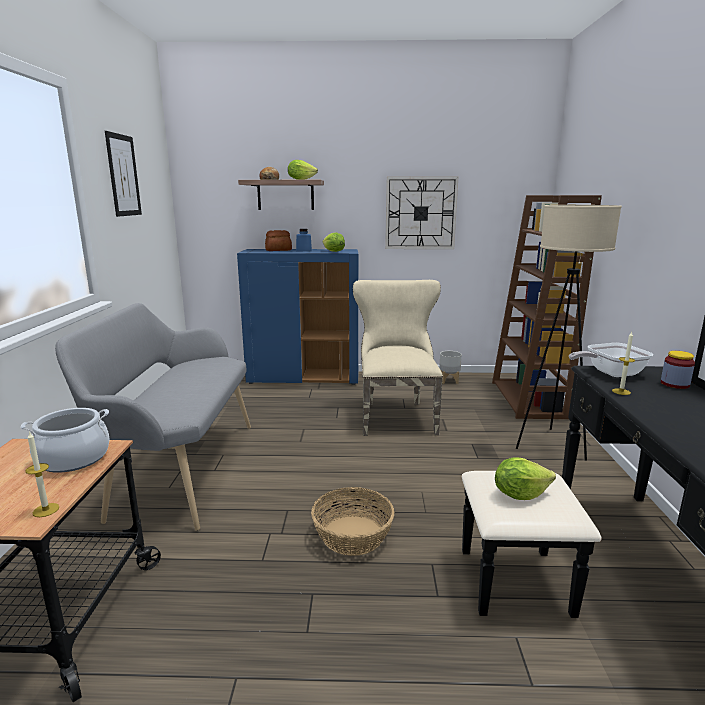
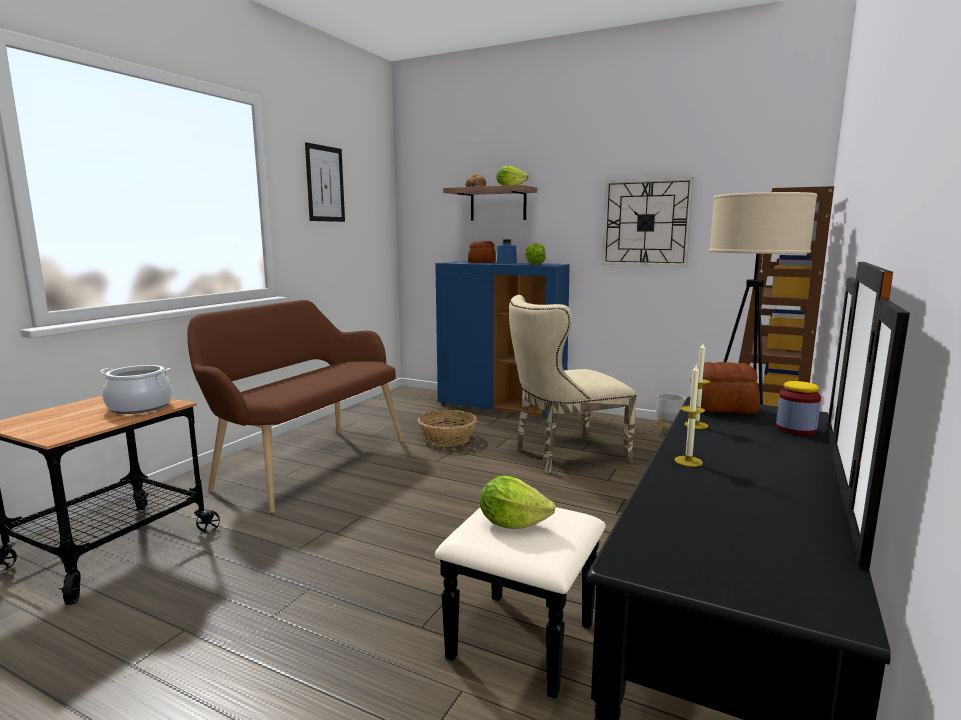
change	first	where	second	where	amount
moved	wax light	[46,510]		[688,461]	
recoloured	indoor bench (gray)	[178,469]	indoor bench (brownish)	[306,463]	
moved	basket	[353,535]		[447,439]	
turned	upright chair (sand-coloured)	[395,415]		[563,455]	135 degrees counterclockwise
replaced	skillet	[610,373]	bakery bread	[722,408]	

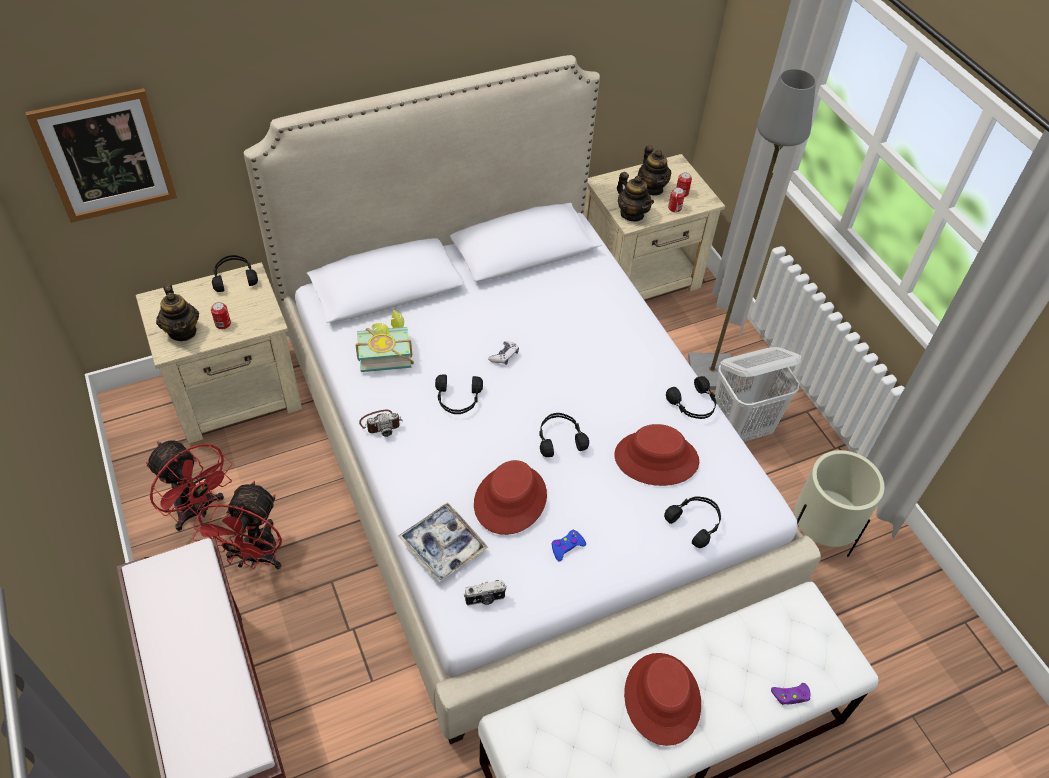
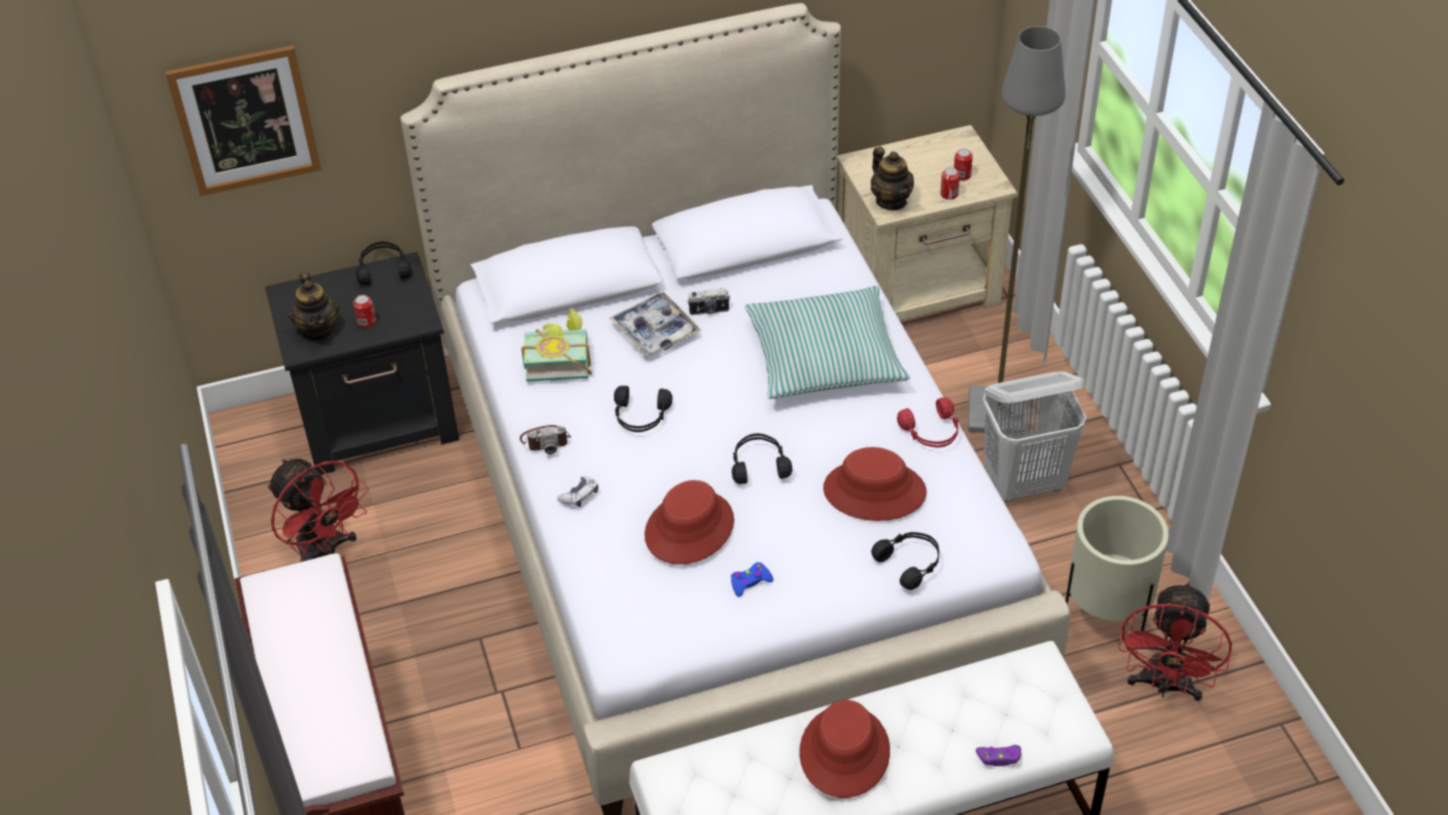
change	first	where	second	where	amount
recoloured	bedside table (sand-coloured)	[237,394]	bedside table (black)	[380,419]	
moved	cooling fan (reddish)	[255,558]		[1164,686]	
moved	serving tray	[443,546]		[655,331]	
moved	photo camera	[485,599]		[709,311]	
moved	gamepad	[504,356]		[579,496]	
removed	teapot	[652,188]			
recoloured	pair of headphones (black)	[693,405]	pair of headphones (reddish)	[932,432]	
added			throw pillow	[824,357]	

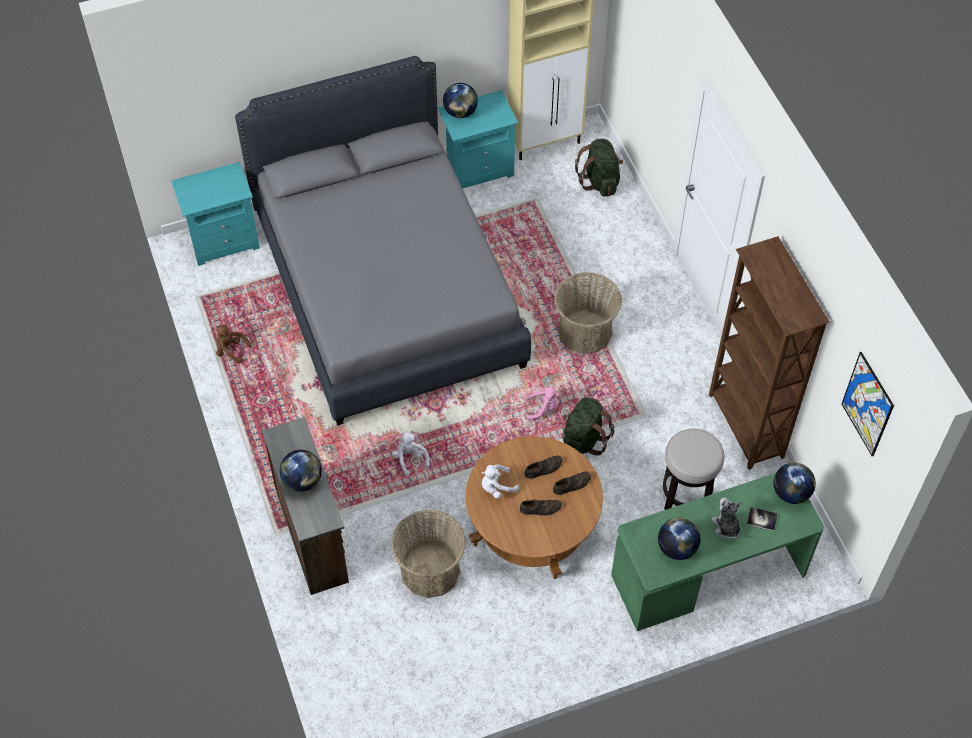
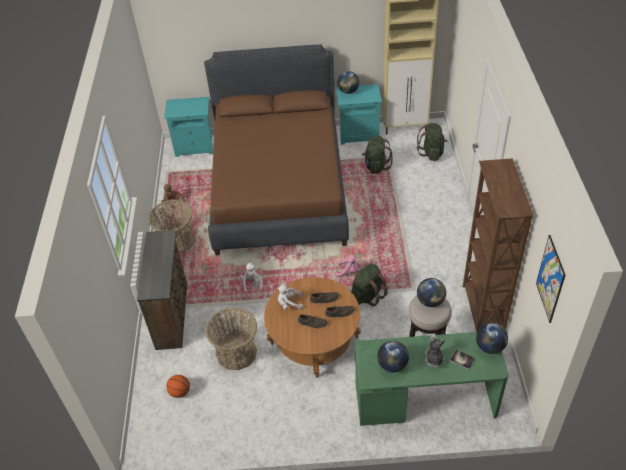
change	first	where	second	where	amount
recoloured	bed (gray)	[388,289]	bed (brownish)	[279,187]	
moved	desk globe	[302,481]		[430,301]	
moved	basket	[585,332]		[177,241]	
added			basketball	[179,392]	
added			rucksack (greenish)	[376,166]	

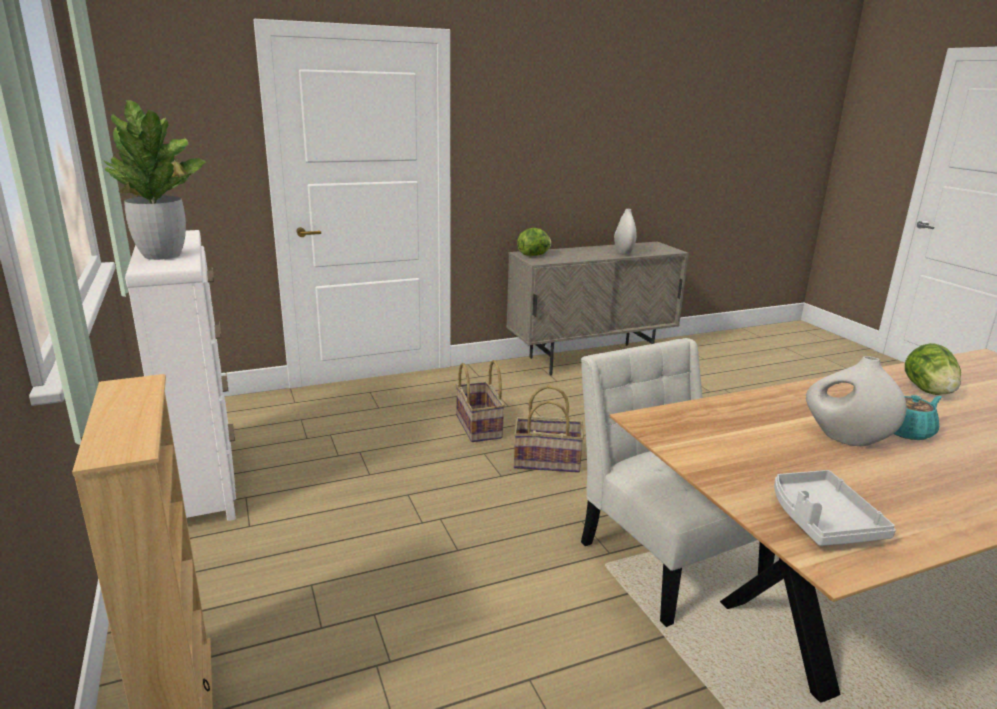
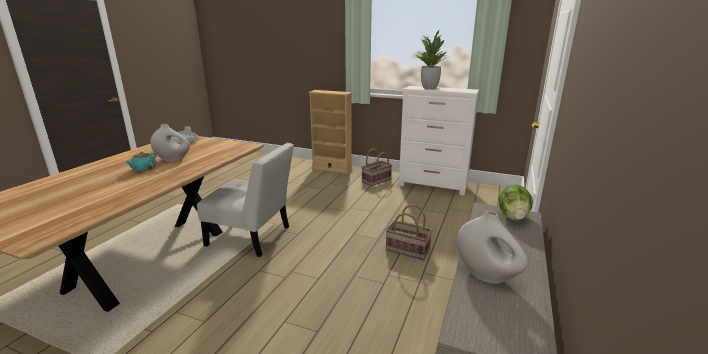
change	first	where	second	where	amount
moved	basket	[547,461]		[376,181]	
removed	lettuce	[928,391]			

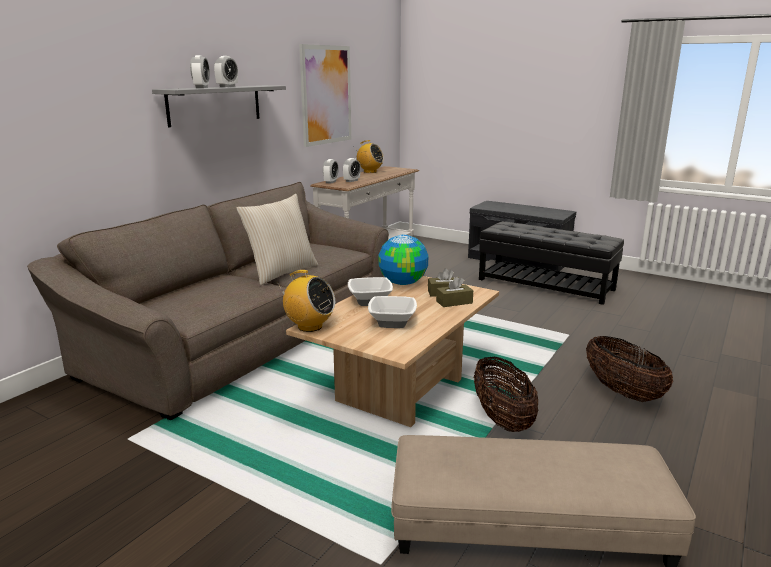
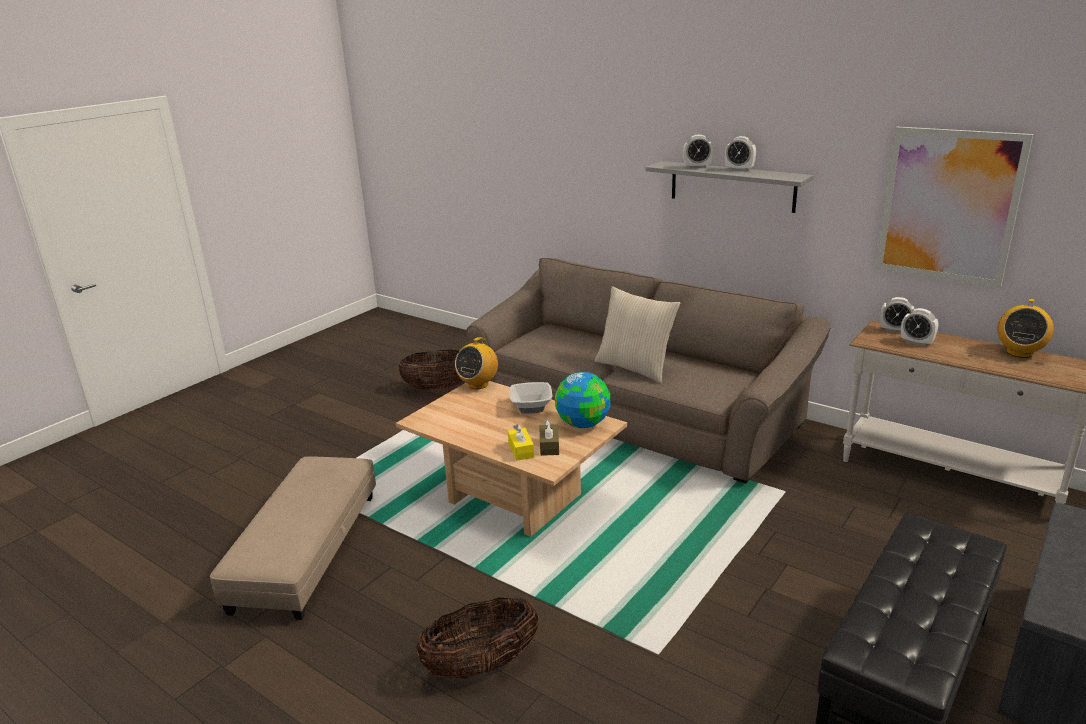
change	first	where	second	where	amount
removed	bowl	[392,322]			
recoloured	tissue holder (brownish)	[454,302]	tissue holder (yellowish)	[521,450]	
moved	basket	[502,419]		[437,387]	

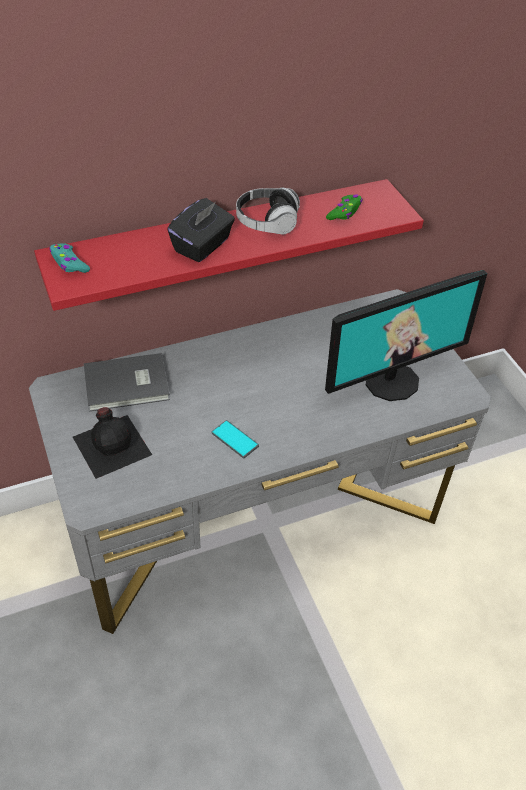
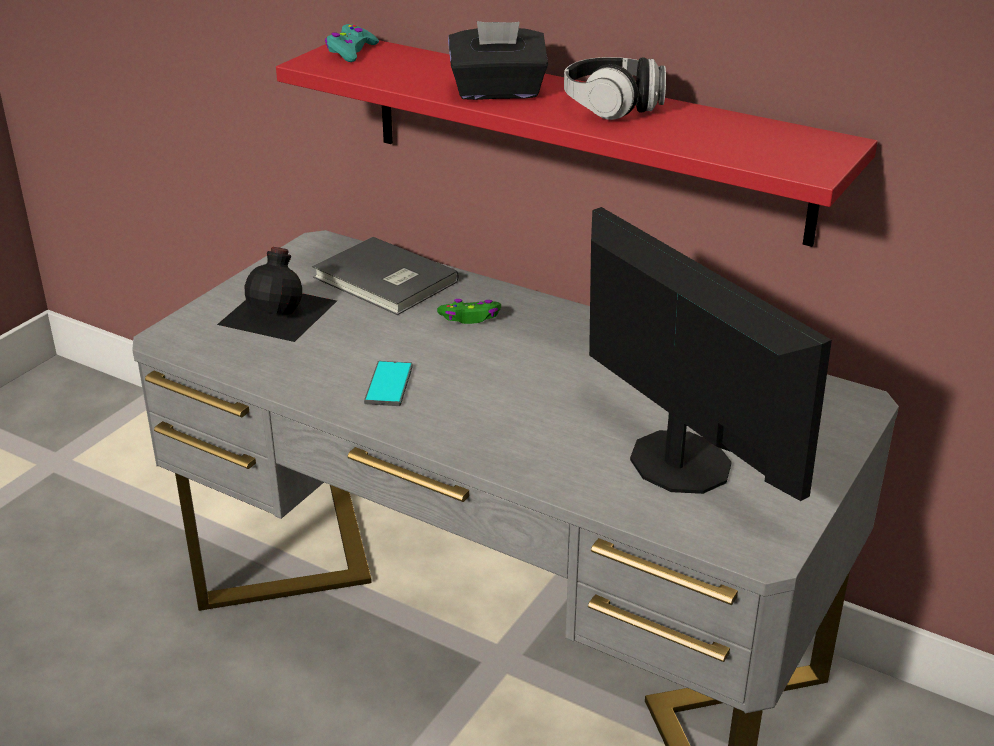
change	first	where	second	where	amount
turned	monitor	[391,381]		[678,463]	150 degrees counterclockwise
moved	gamepad (greenish)	[344,212]		[470,317]	

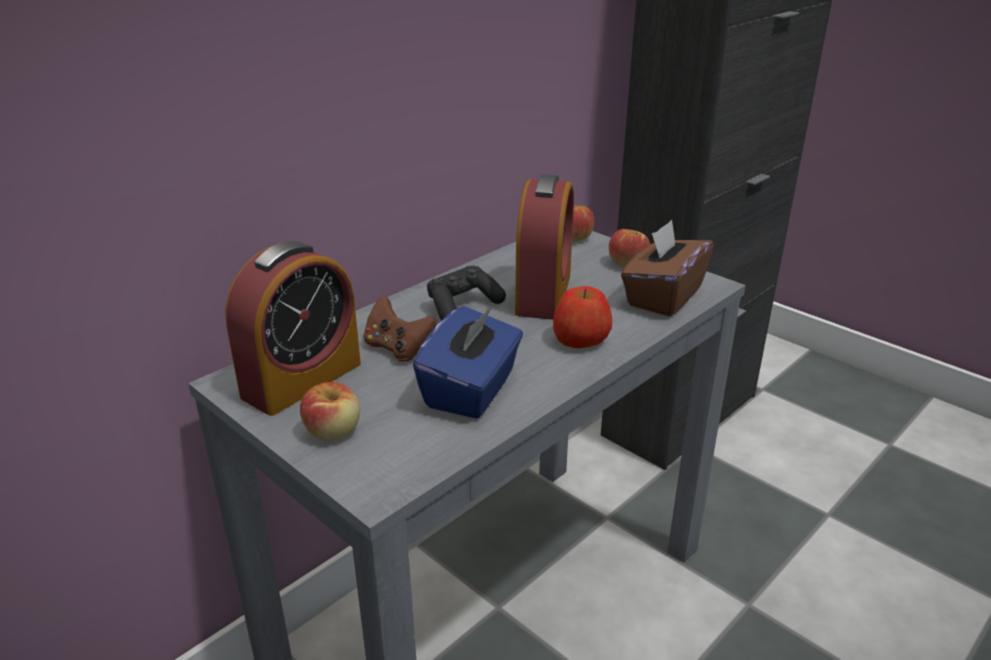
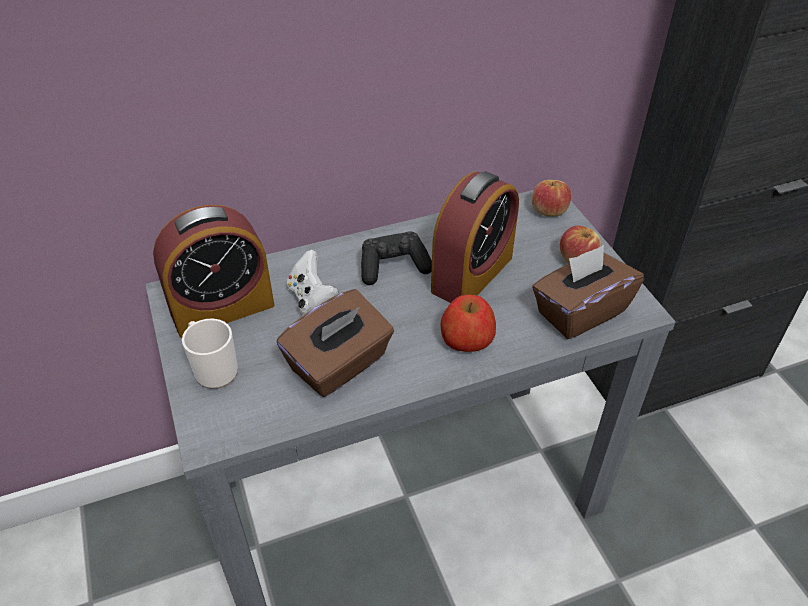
change	first	where	second	where	amount
replaced	whole apple	[333,431]	tea mug	[213,369]	
recoloured	gamepad (brownish)	[398,349]	gamepad (white)	[311,299]	
recoloured	tissue holder (bluish)	[472,390]	tissue holder (brownish)	[339,365]	

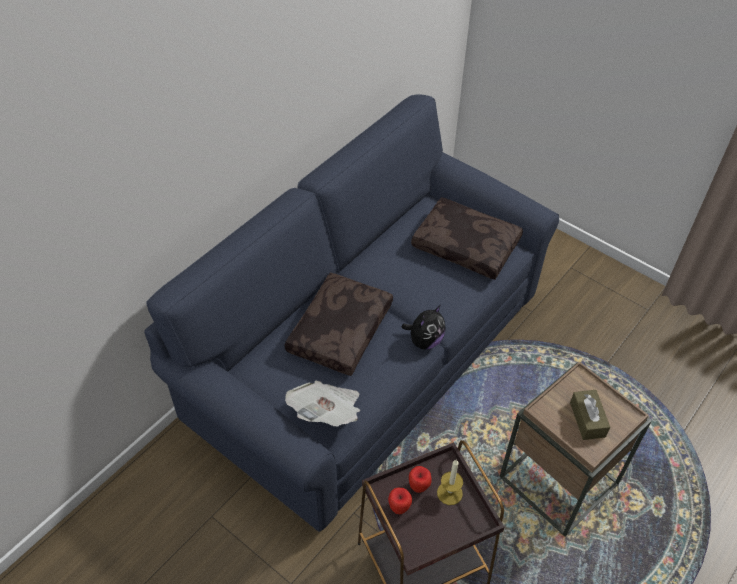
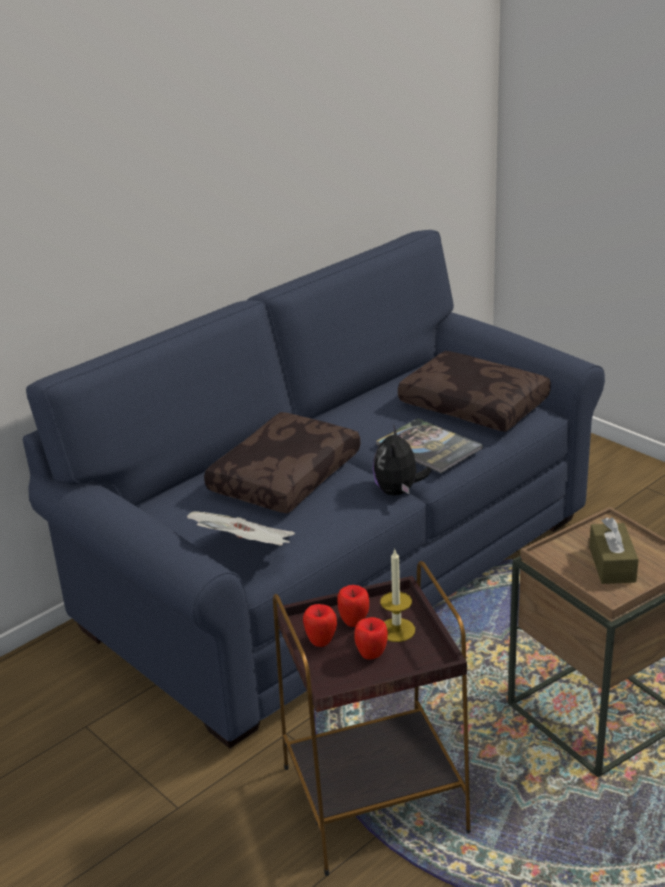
change	first	where	second	where	amount
turned	soft toy	[424,341]		[398,492]	135 degrees clockwise
added			whole apple	[371,655]	
added			bound book	[429,447]	

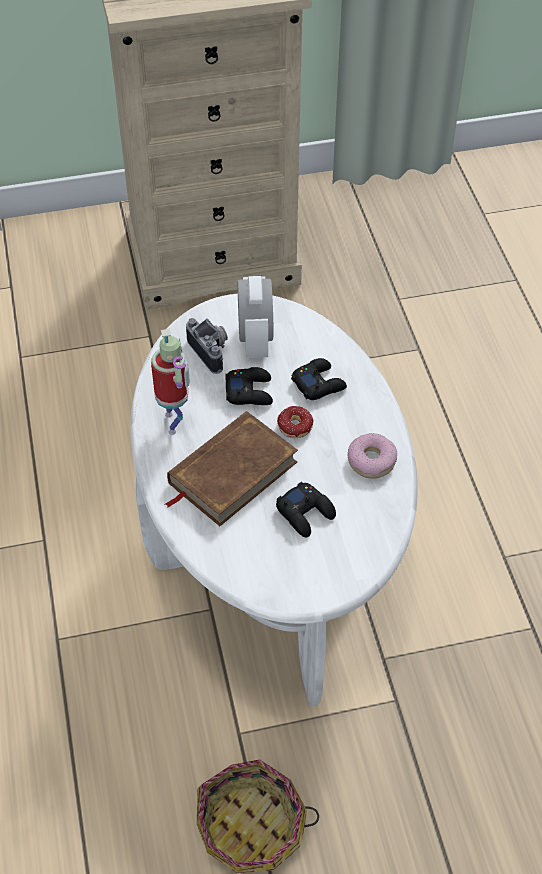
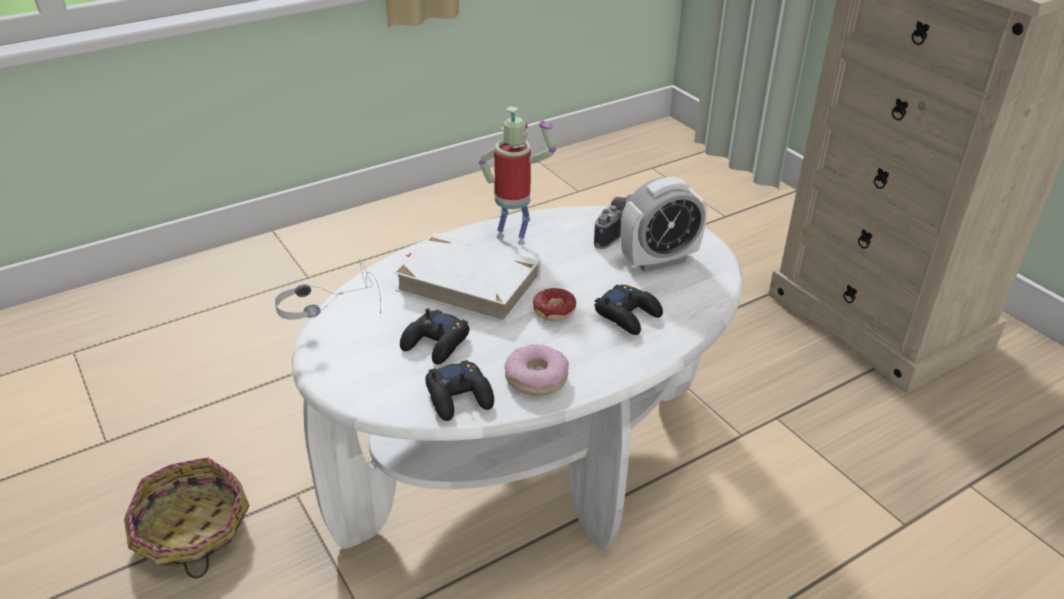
change	first	where	second	where	amount
turned	model robot	[175,423]		[514,237]	120 degrees counterclockwise
recoloured	bound book (brownish)	[232,472]	bound book (white)	[468,283]	
moved	gamepad (black)	[249,391]		[459,397]	
added			pair of headphones	[326,312]	

